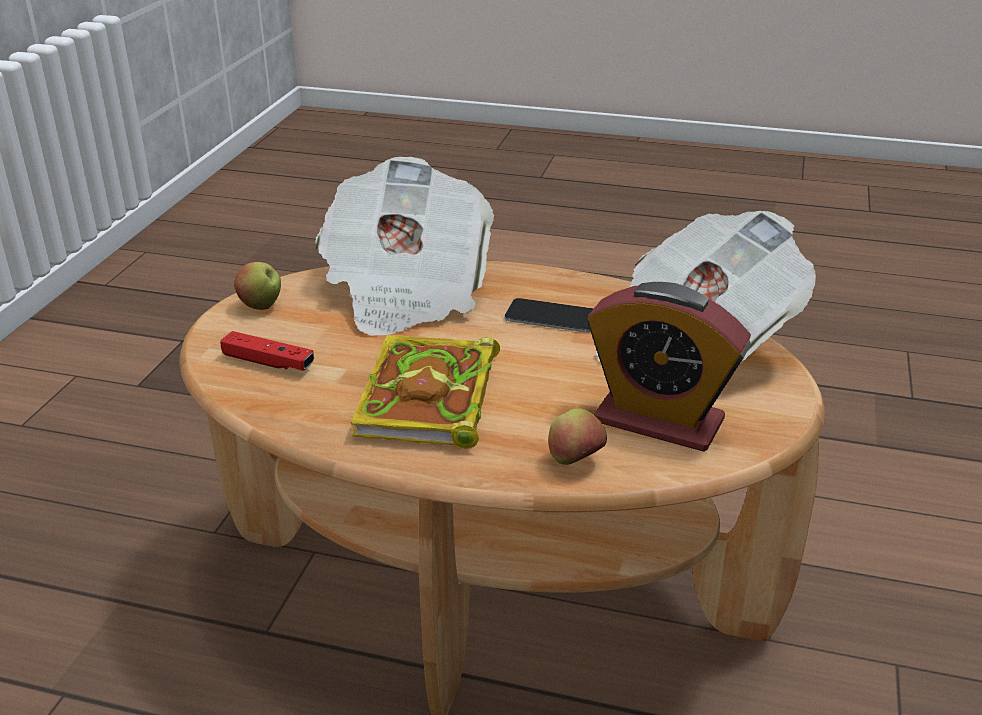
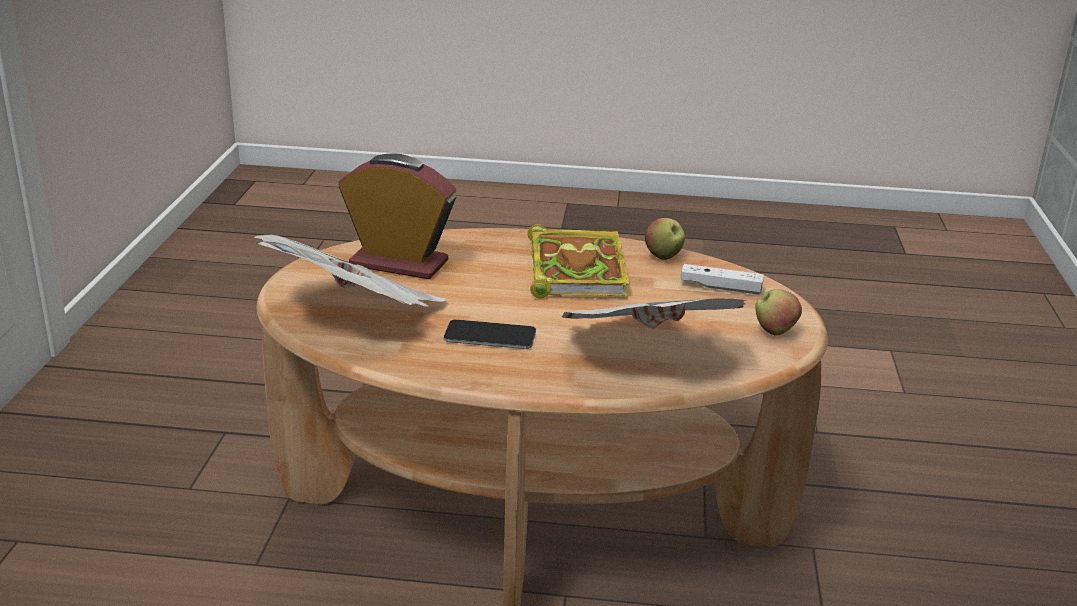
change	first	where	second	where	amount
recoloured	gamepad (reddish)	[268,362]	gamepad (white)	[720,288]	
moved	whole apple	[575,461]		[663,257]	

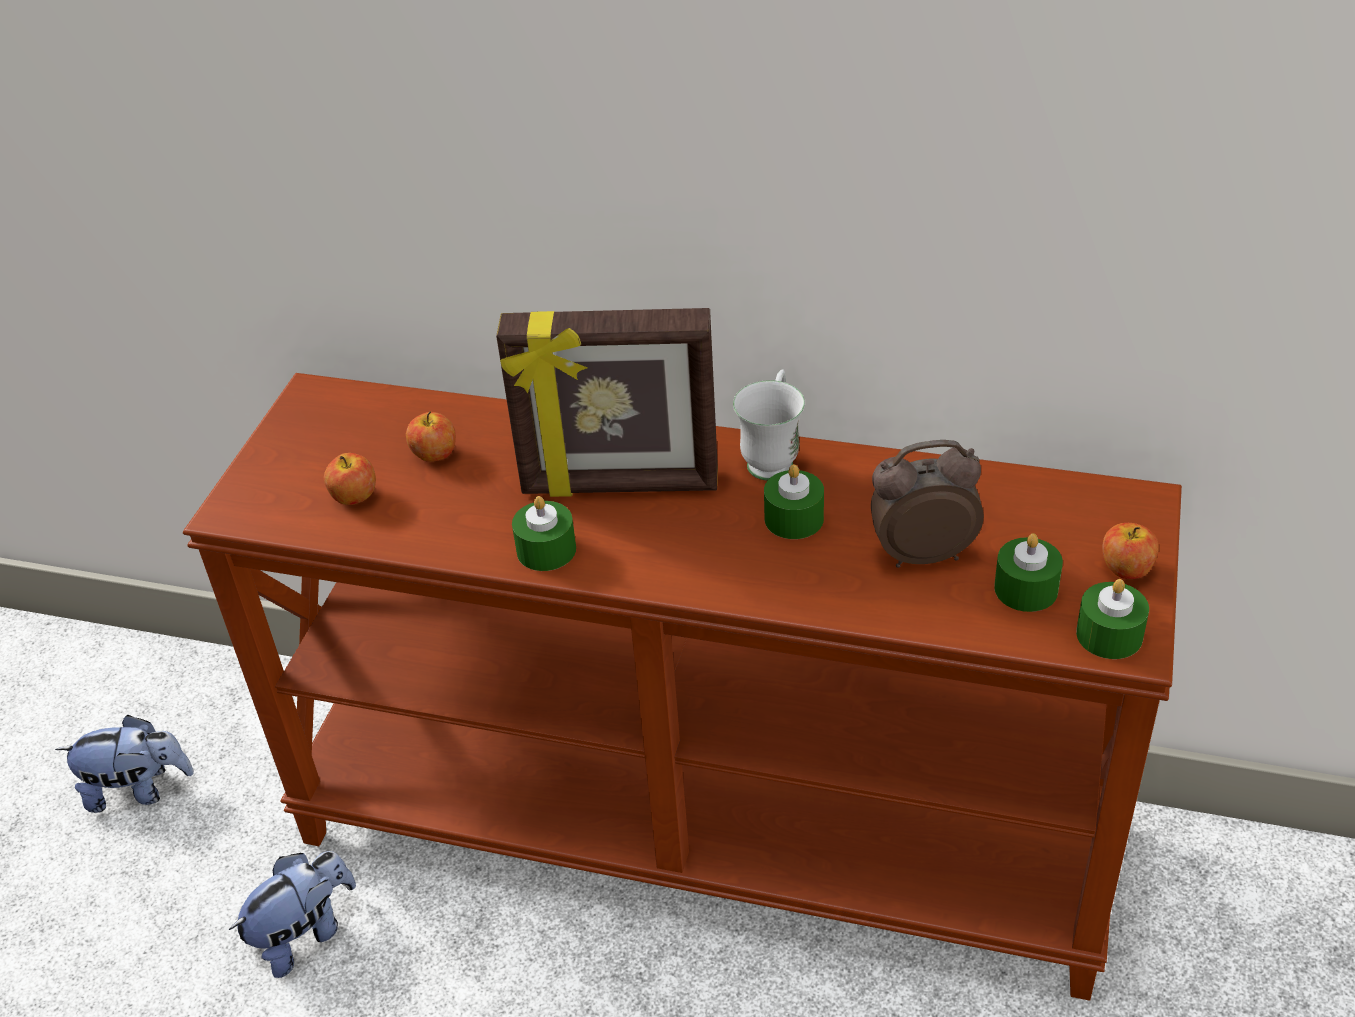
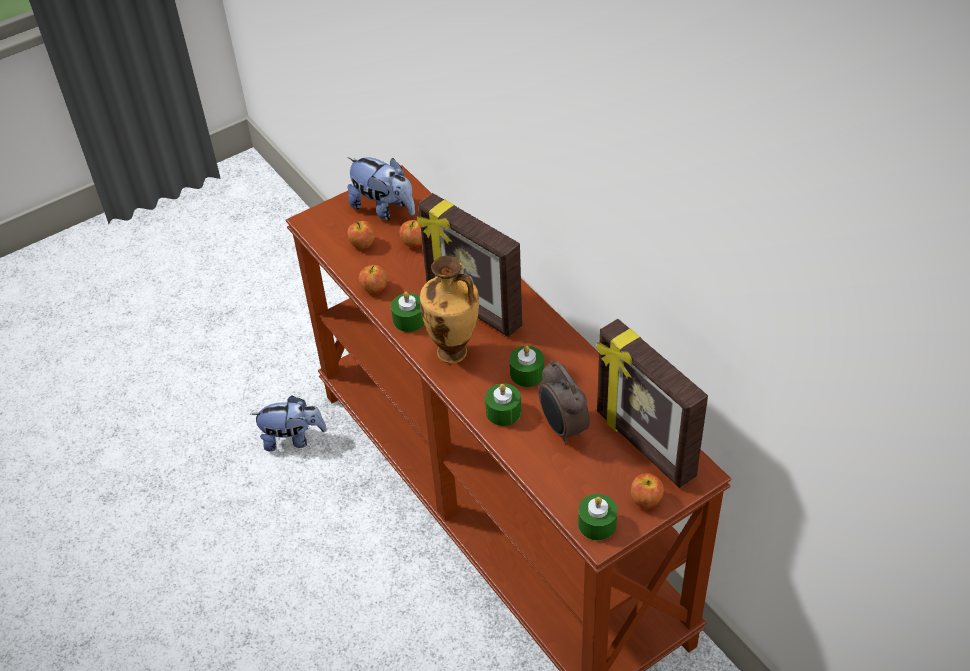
change	first	where	second	where	amount
moved	soft toy	[139,789]		[384,209]	
removed	tea mug (white)	[773,457]			
turned	table clock	[921,554]		[562,428]	150 degrees counterclockwise
moved	wax light (greenish)	[1026,589]		[503,412]	
added			whole apple	[374,288]	
added			decorative vase	[454,353]	
added			standing frame	[643,445]	

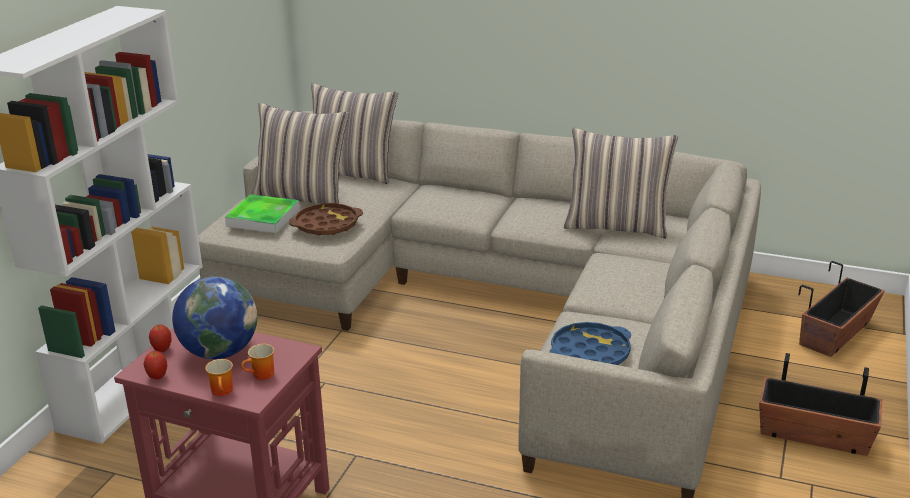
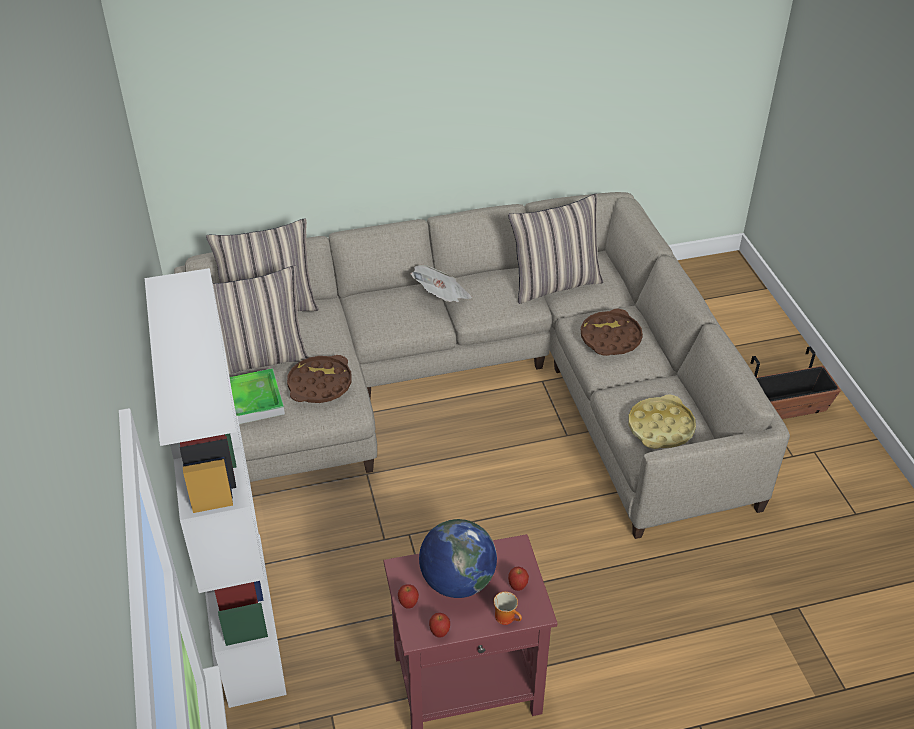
change	first	where	second	where	amount
replaced	tea mug	[262,375]	whole apple	[517,586]	
recoloured	serving tray (bluish)	[590,353]	serving tray (yellowish)	[660,427]	
removed	flower pot	[836,333]			
added			printed paper	[442,296]	
added			serving tray (brownish)	[610,338]	

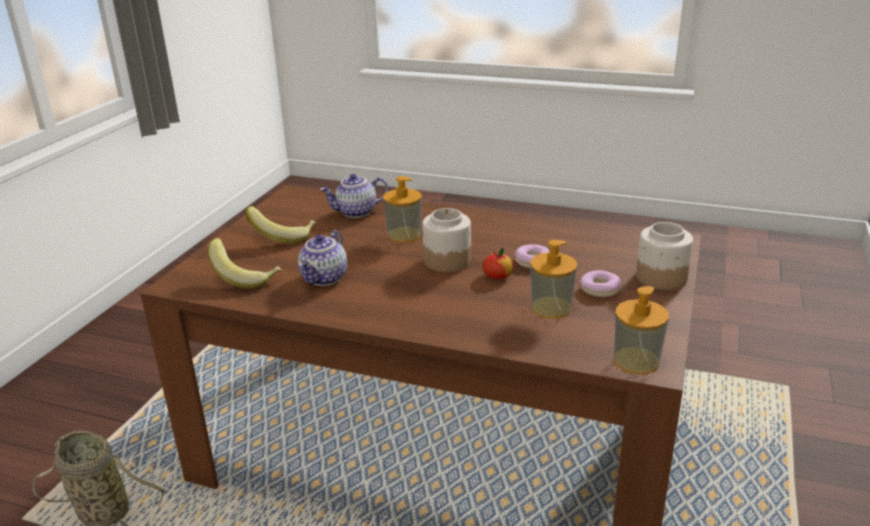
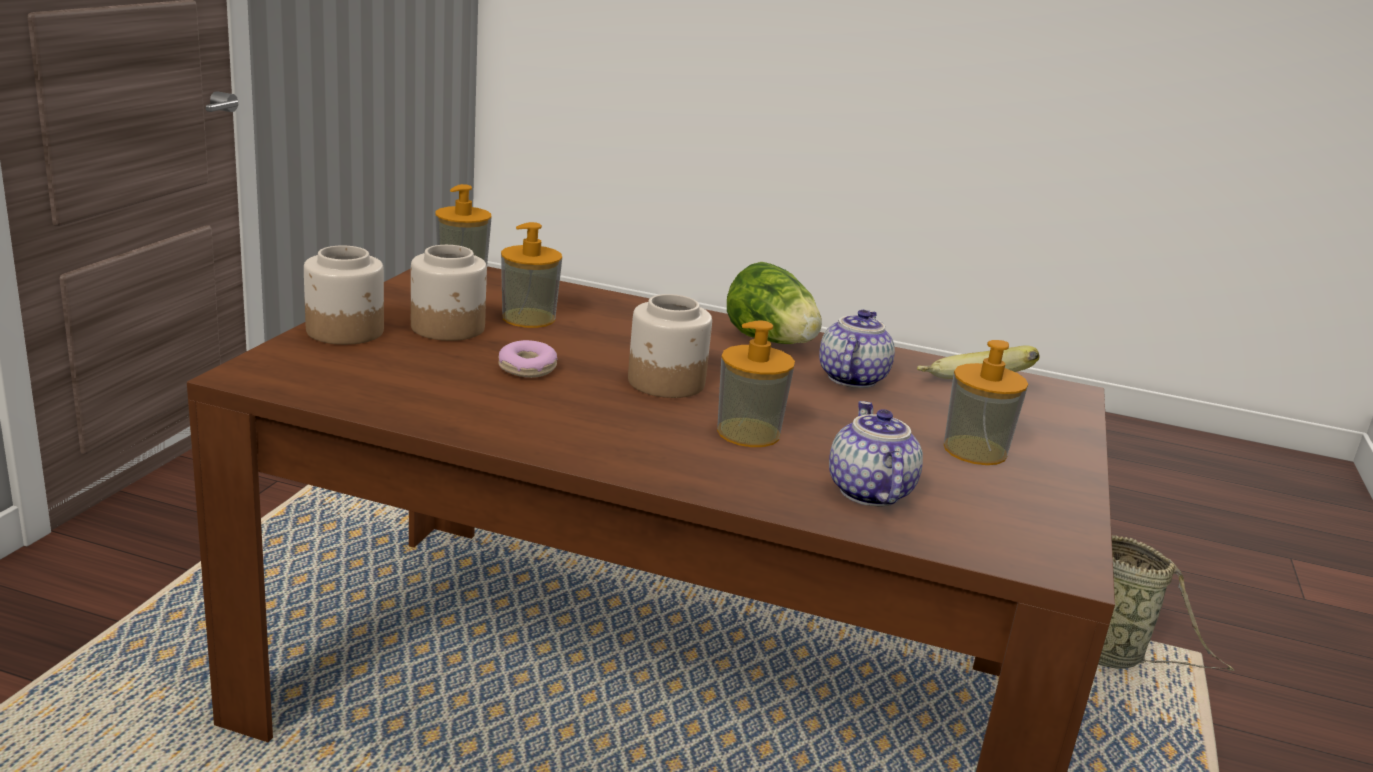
change	first	where	second	where	amount
replaced	whole banana	[284,237]	soap bottle	[975,450]	
turned	teapot	[356,212]		[867,491]	75 degrees counterclockwise
removed	whole apple	[497,276]			
replaced	ring doughnut	[600,289]	storage jar	[448,328]	
added			lettuce	[771,342]	

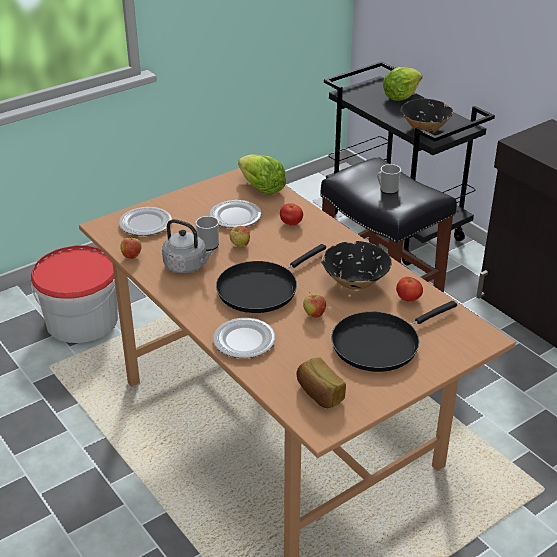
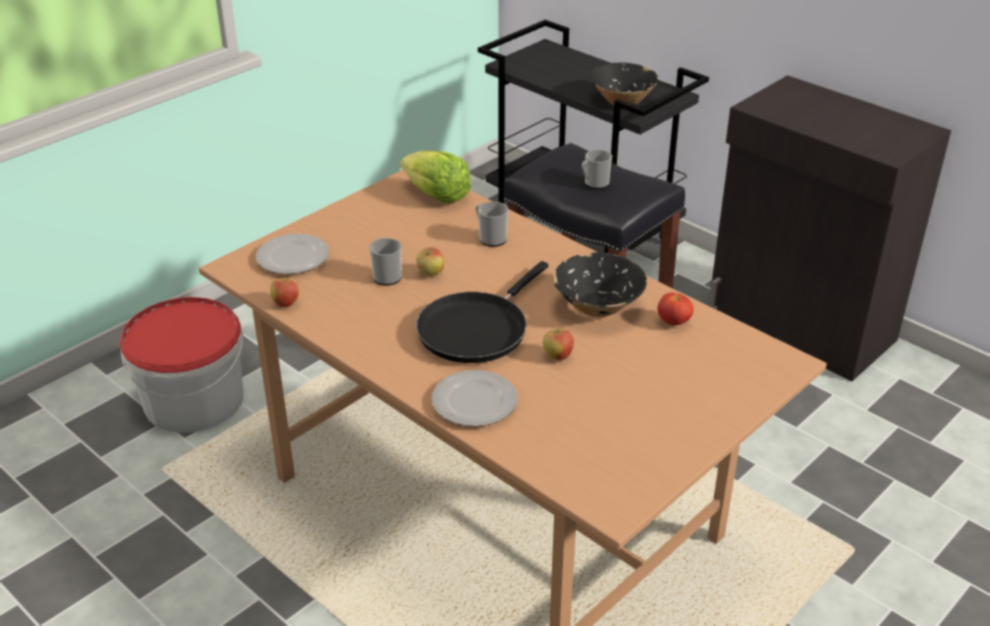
change	first	where	second	where	amount
removed	tea kettle (gray)	[187,266]			
removed	flat dish	[234,217]			
replaced	fresh tomato	[291,223]	tea mug	[490,238]	
removed	bakery bread	[319,394]			
removed	skillet (black)	[380,343]			
removed	lettuce	[401,96]			

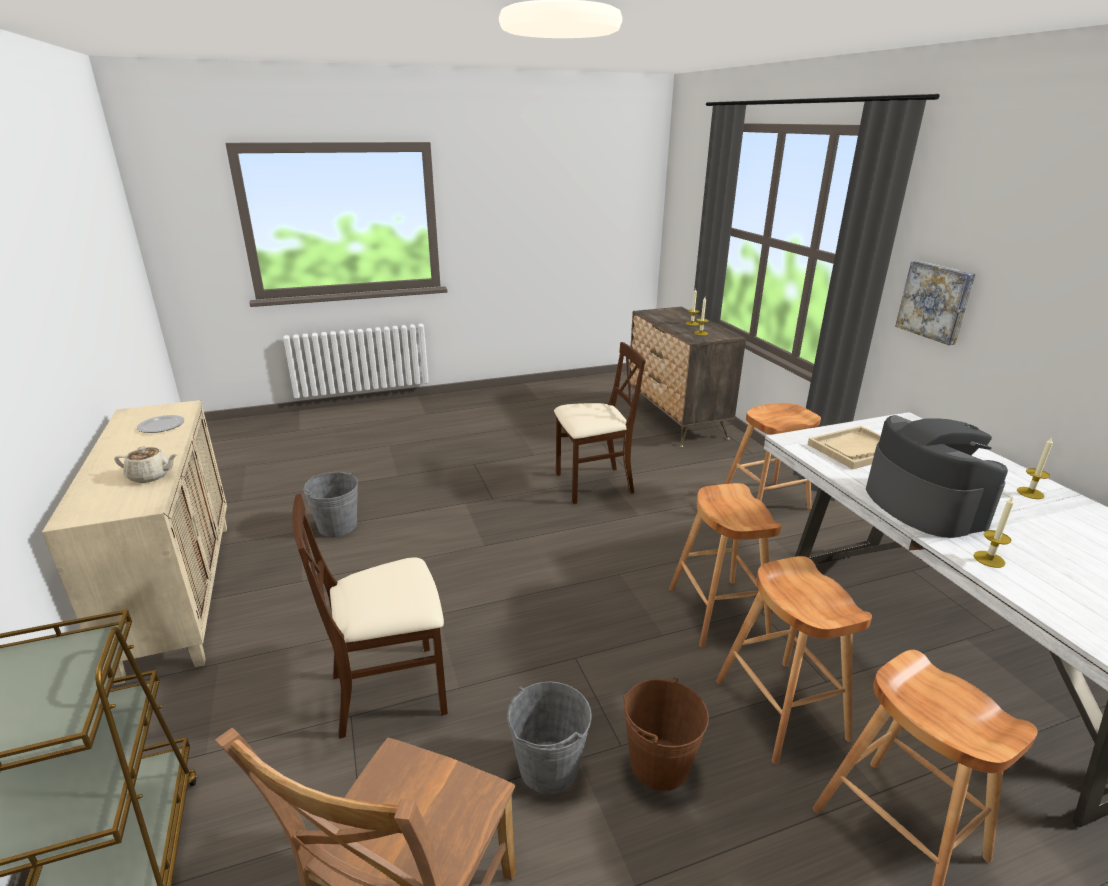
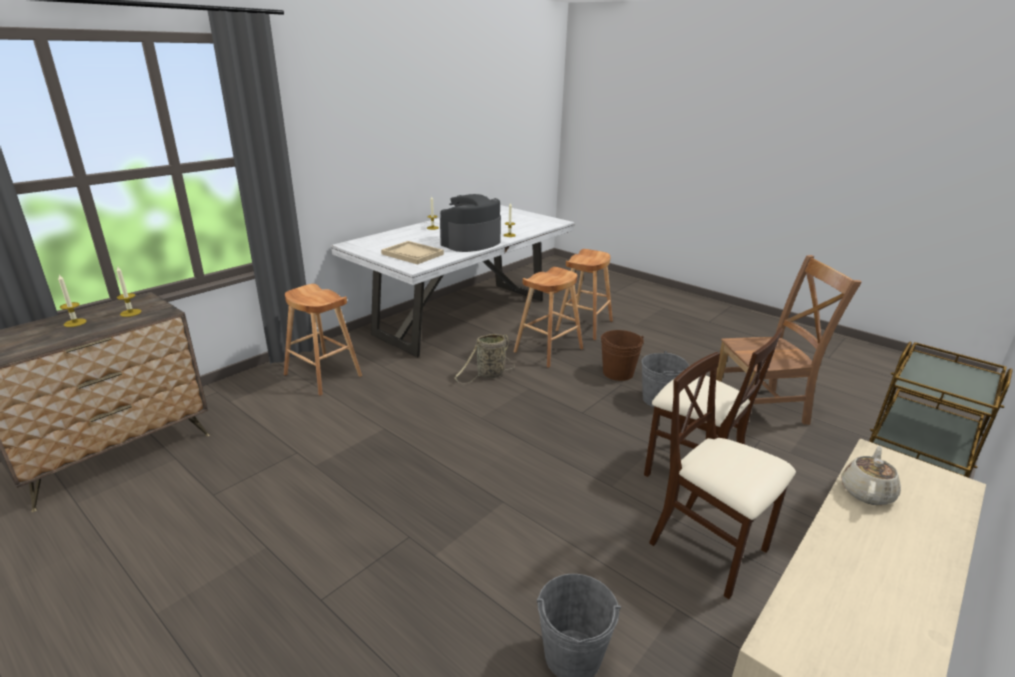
change	first	where	second	where	amount
turned	teapot (sand-coloured)	[151,476]		[867,492]	60 degrees clockwise
removed	flat dish	[162,426]			
moved	upright chair (sand-coloured)	[593,484]		[709,549]	
replaced	stool seat (brownish)	[718,612]	basket	[489,375]	
removed	wall art	[936,301]			

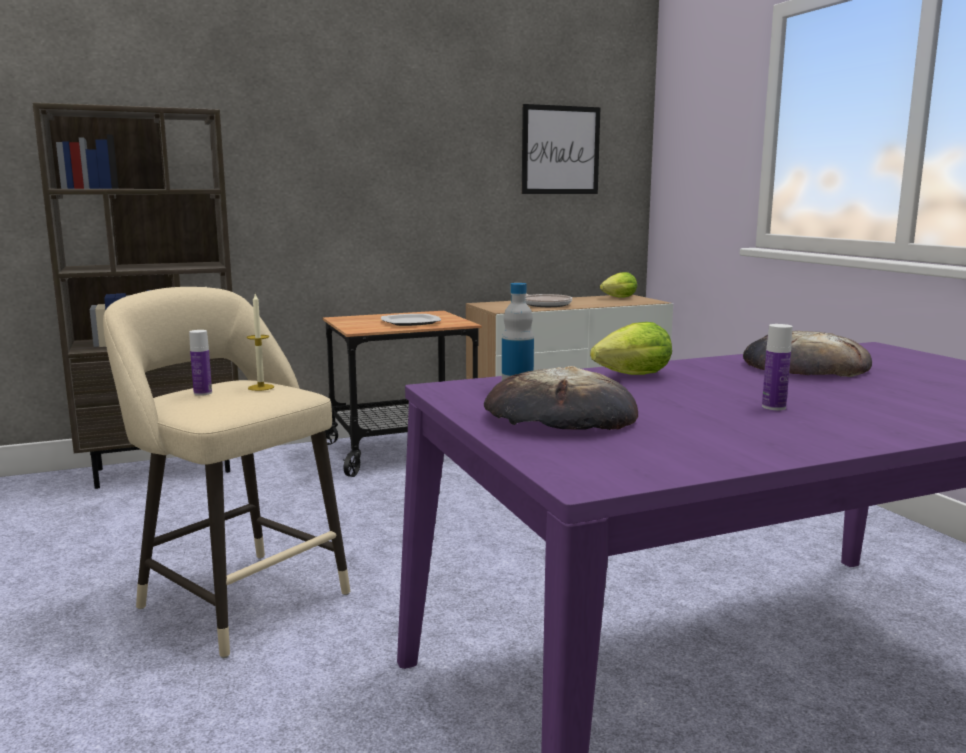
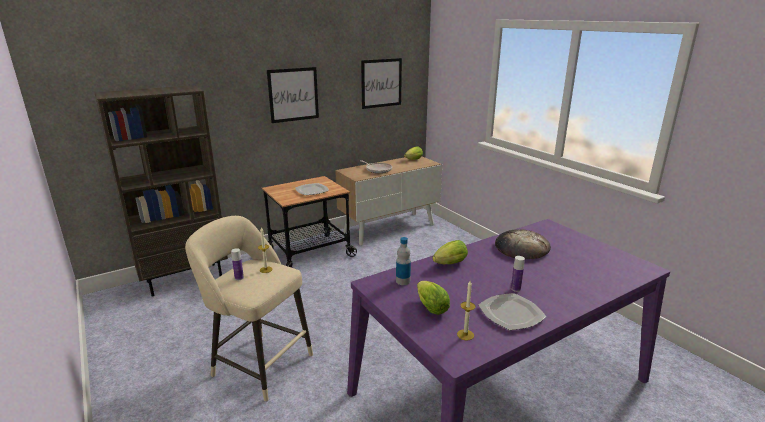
change	first	where	second	where	amount
replaced	bakery bread	[559,417]	lettuce	[430,307]	
added			wall art	[293,94]	
added			wax light	[465,335]	
added			flat dish	[512,313]	

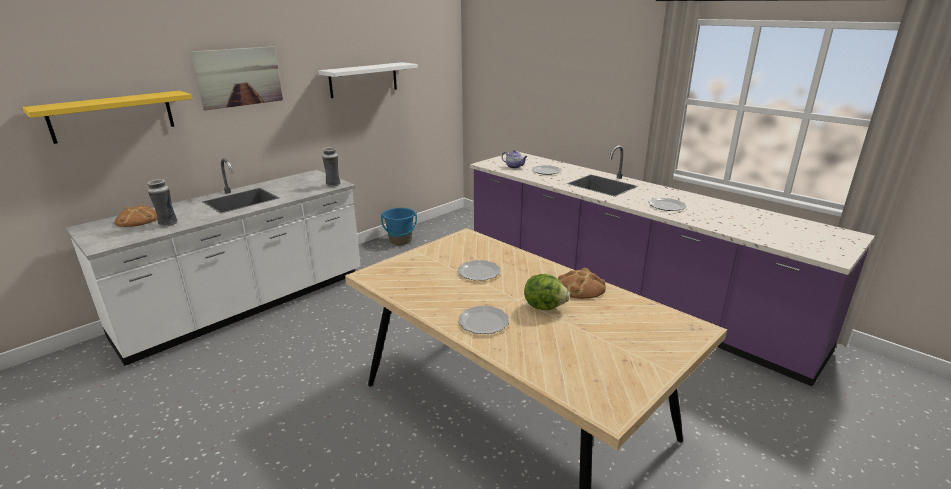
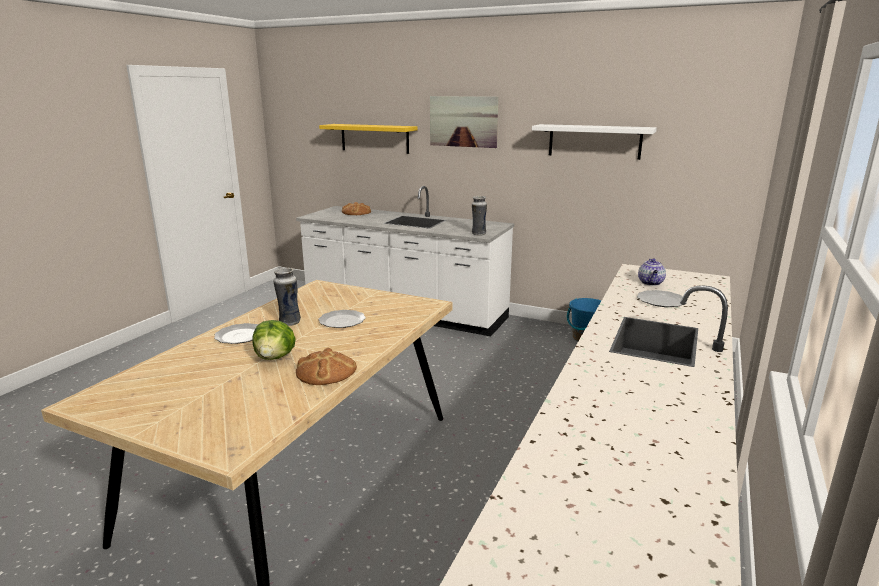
change	first	where	second	where	amount
moved	decorative vase	[167,224]		[289,322]	
removed	flat dish	[667,206]			

